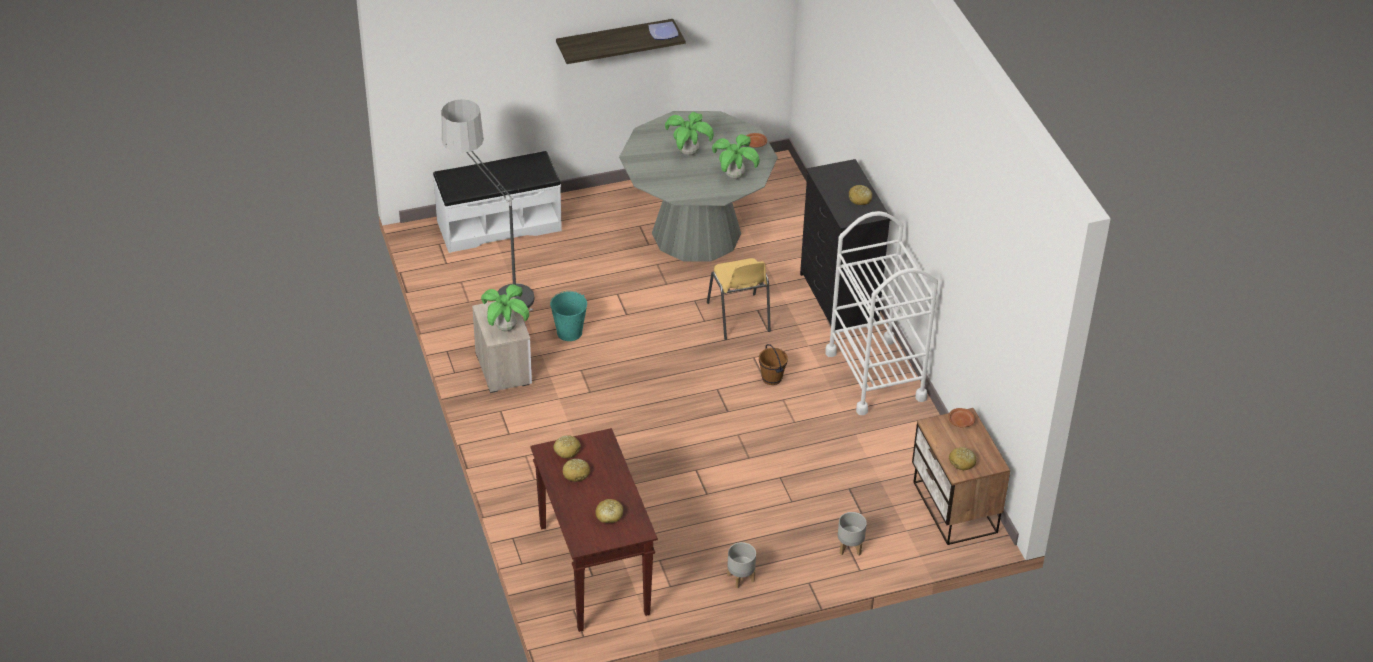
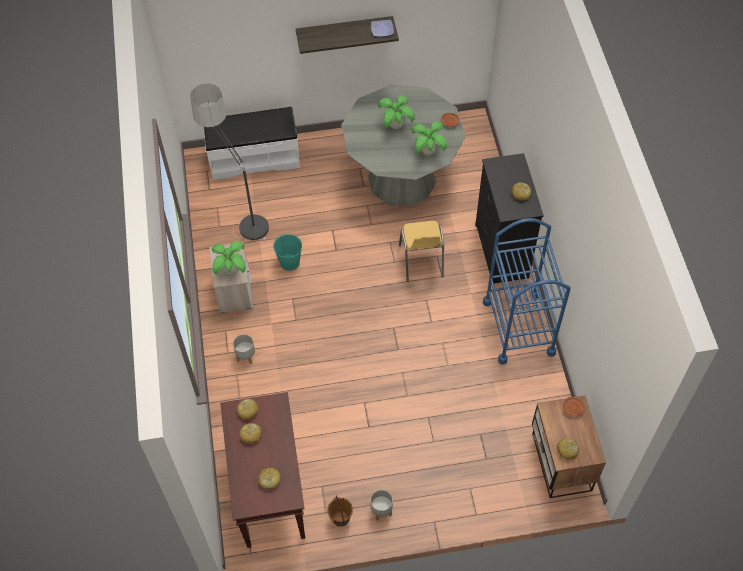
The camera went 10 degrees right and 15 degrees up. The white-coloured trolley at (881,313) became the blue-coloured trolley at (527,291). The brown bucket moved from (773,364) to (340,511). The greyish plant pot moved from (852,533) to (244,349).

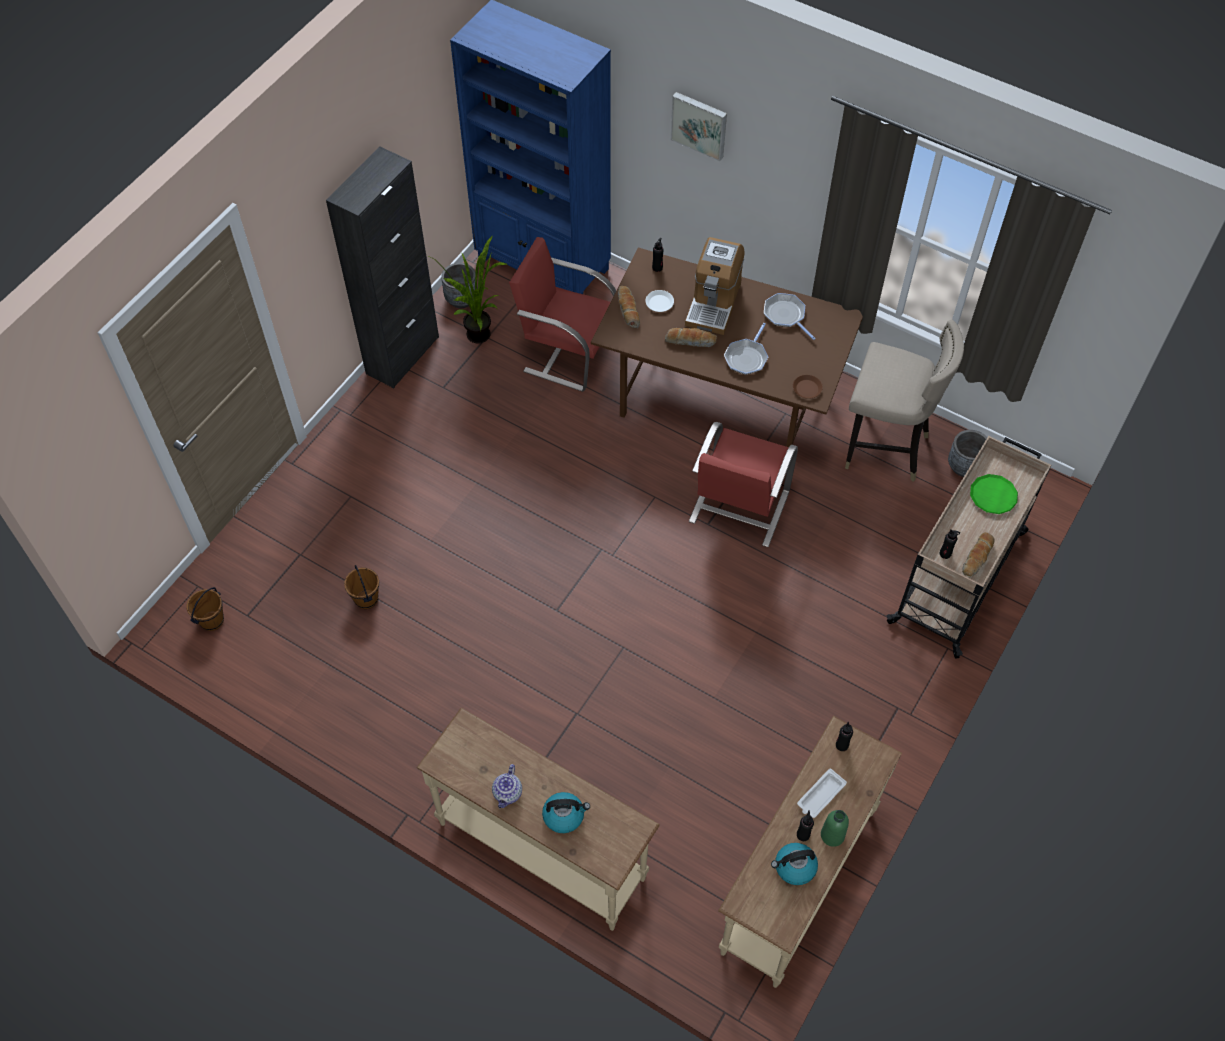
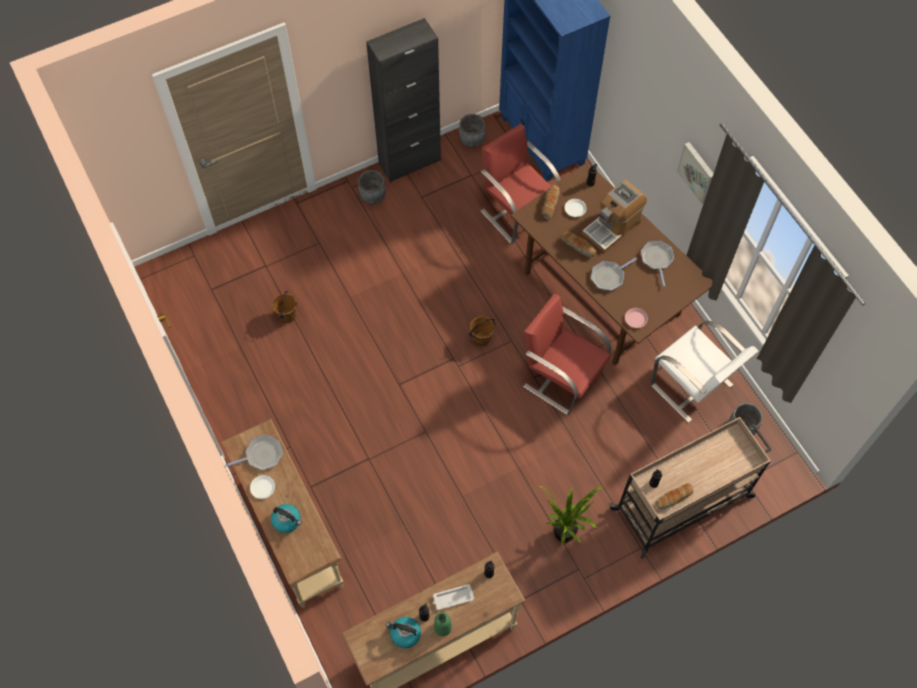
The camera went 30 degrees right and 5 degrees up. The picture moved from (699,126) to (695,173). The houseplant moved from (470,289) to (571,515). The beige-coloured stool seat at (904,401) was replaced by the white-coloured plain chair at (704,371). The brown dinner plate at (808,387) became the pinkish dinner plate at (636,318). The red-coloured plain chair at (743,484) turned 75 degrees clockwise. The green dinner plate at (994,494) disappeared. The brown bucket moved from (205,609) to (482,331). The tea pot at (507,786) was replaced by the white-coloured dinner plate at (262,487). The greyish plant pot at (372,187) appeared. The pan at (254,452) appeared.

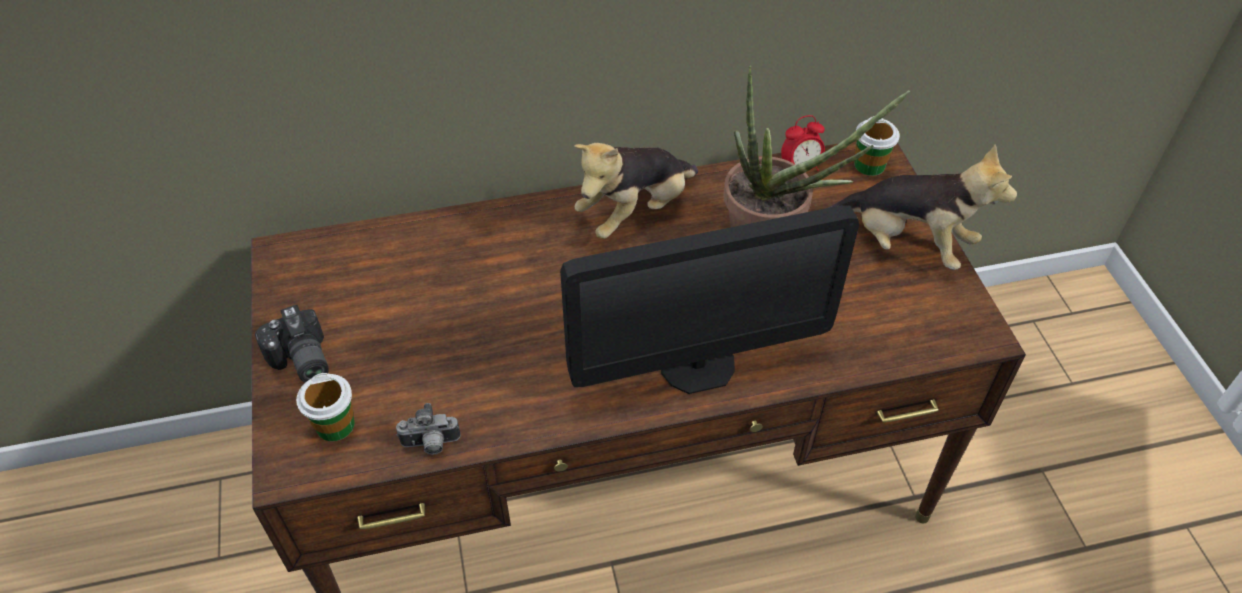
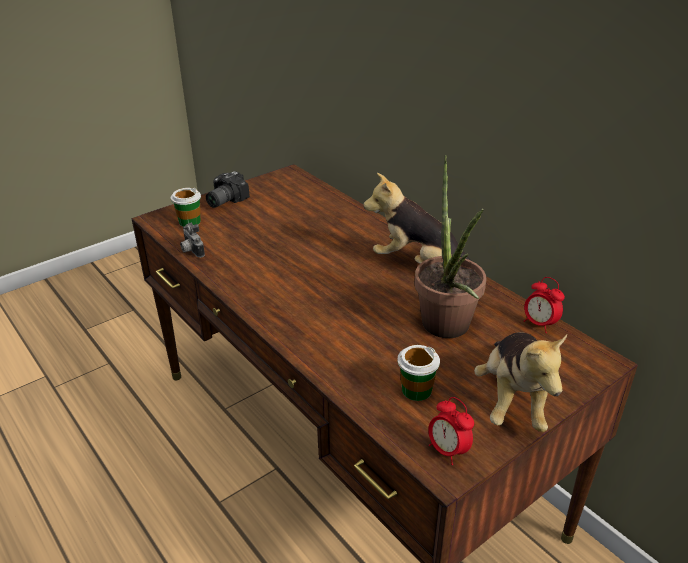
The camera went 65 degrees right and 15 degrees down. The drinking cup moved from (877,146) to (418,373). The monitor at (709,299) disappeared. The alarm clock at (451,431) appeared.

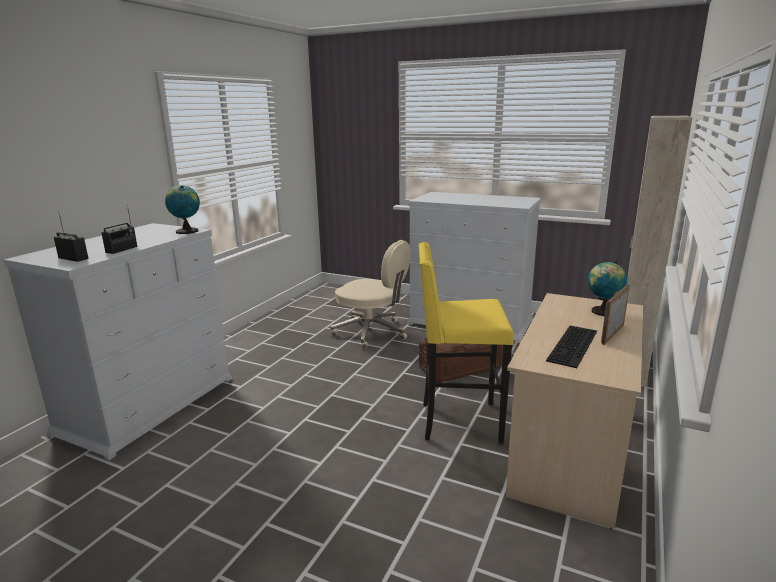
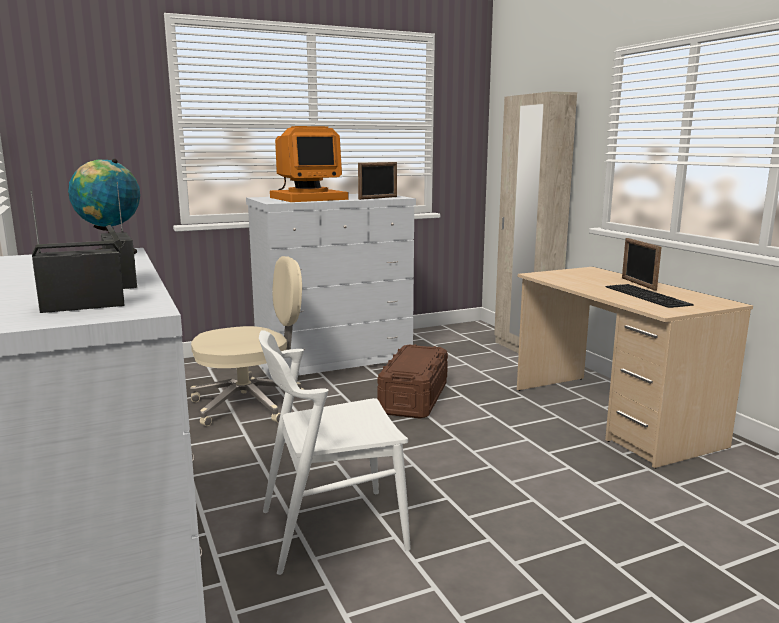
The camera went 50 degrees left and 5 degrees down. The yellowish stool seat at (466,343) disappeared. The desk globe at (607,288) disappeared. The monitor at (309,164) appeared. The photo frame at (377,181) appeared. The white-coloured plain chair at (335,452) appeared.

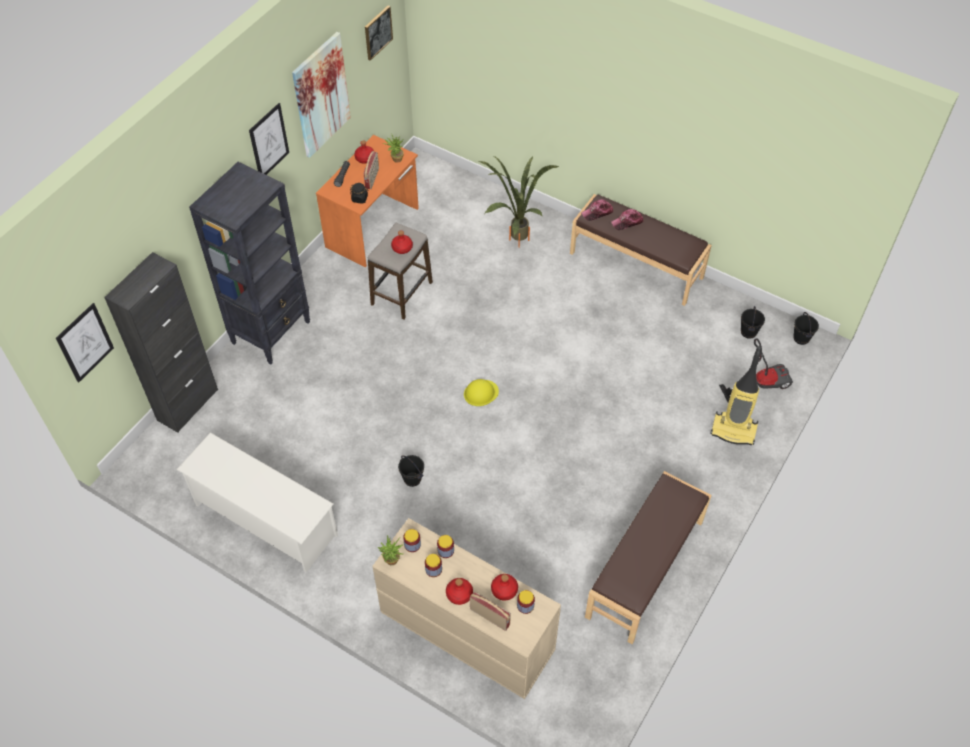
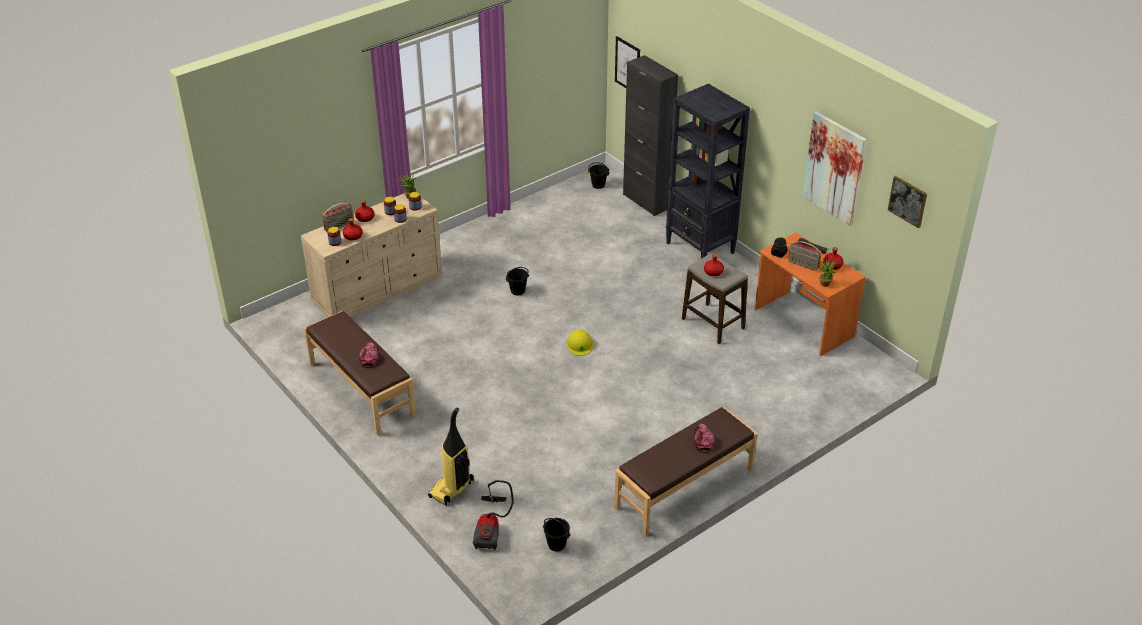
The camera went 110 degrees right and 15 degrees down. The picture at (269,139) disappeared. The houseplant at (519,201) disappeared. The baseball cap moved from (597,210) to (368,356). The black-coloured bucket moved from (806,328) to (599,175). The white-coloured shoe shelf at (257,502) disappeared.

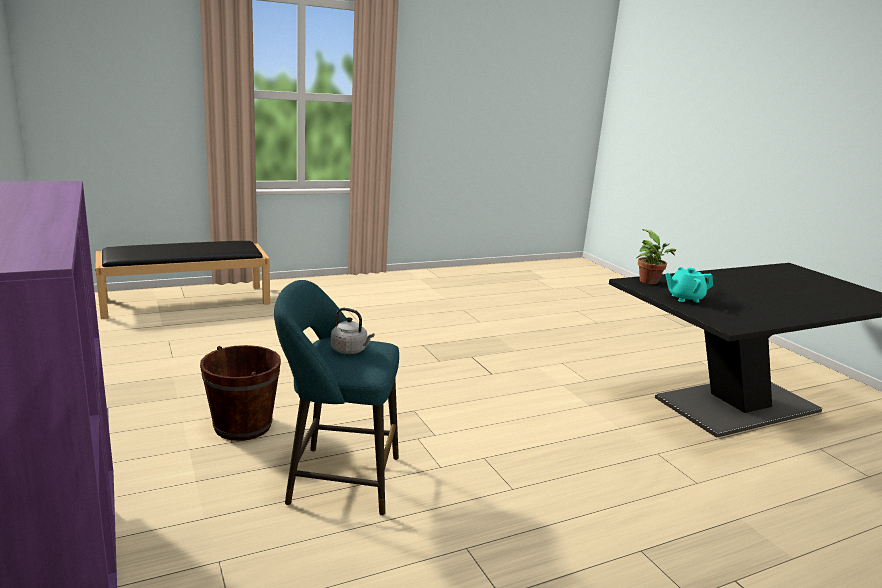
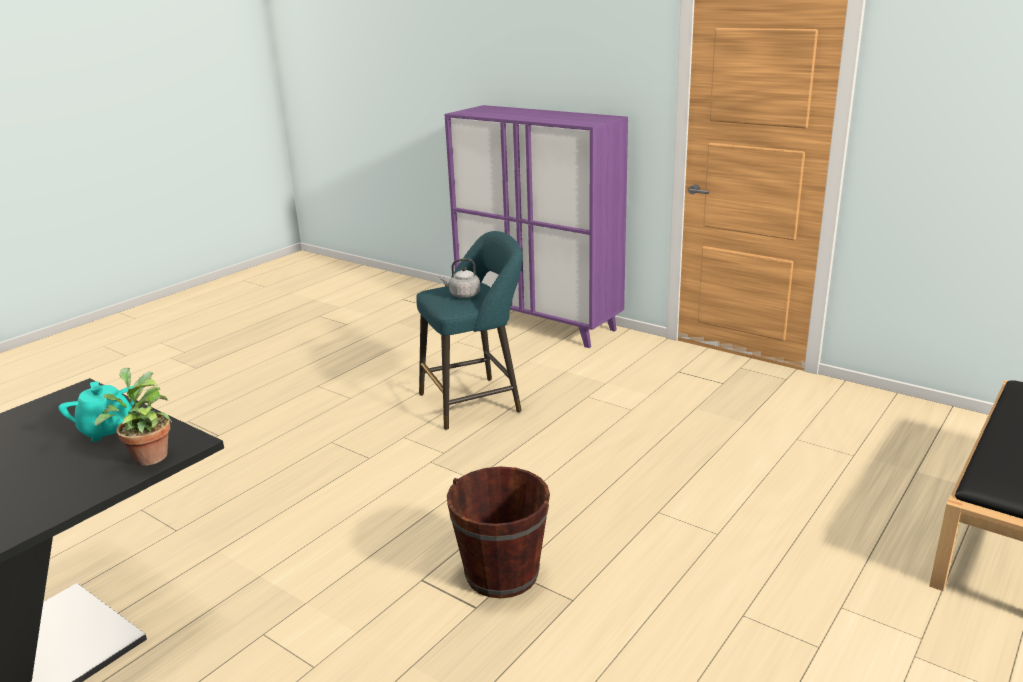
The camera went 155 degrees right and 5 degrees up. The blue-green tea pot at (689,285) turned 90 degrees clockwise. The brown bucket moved from (240,393) to (498,532).

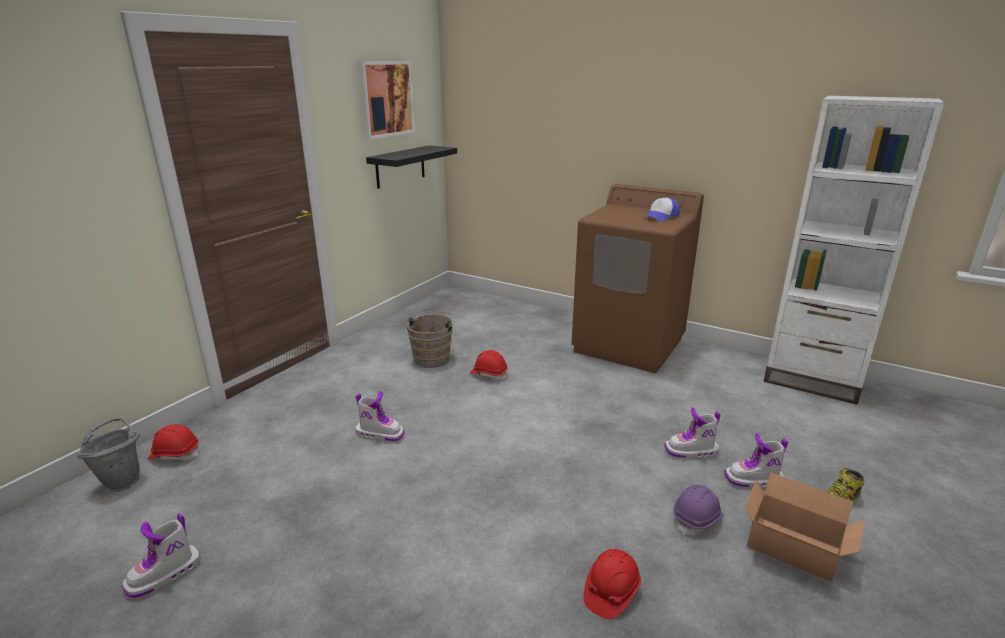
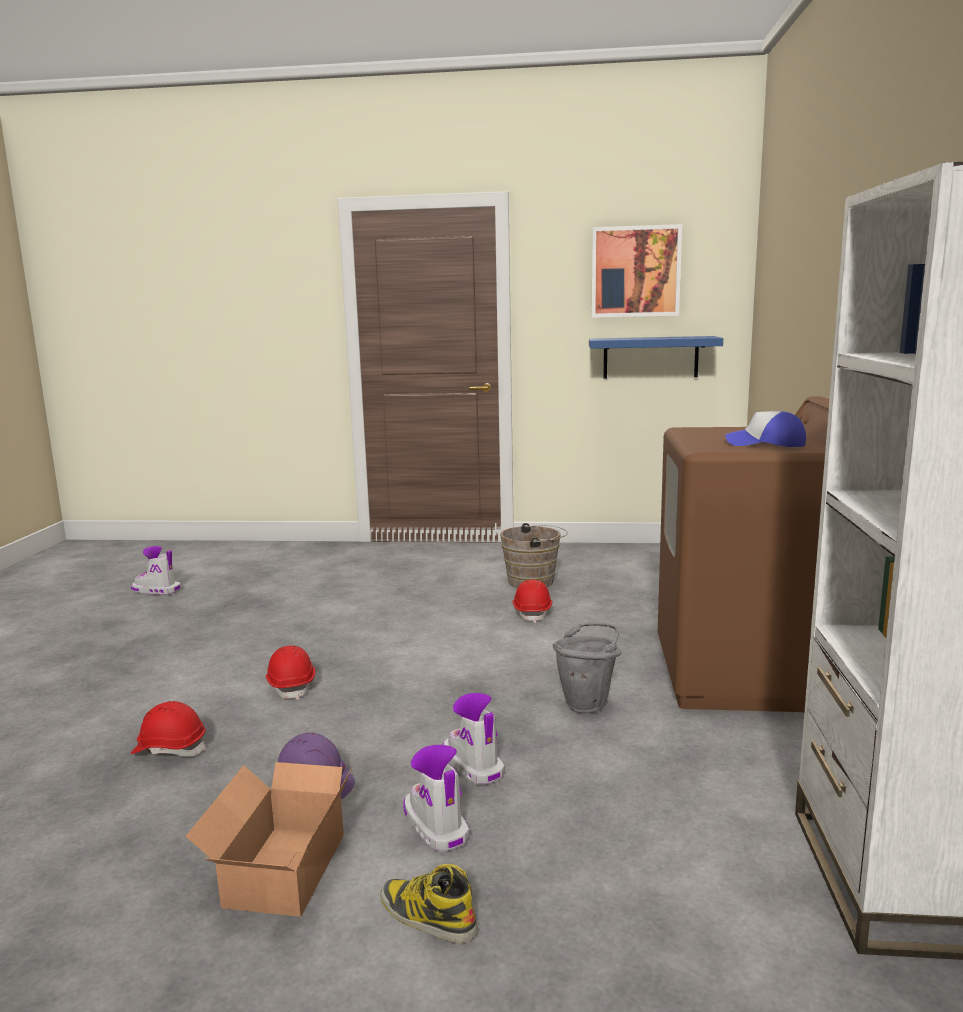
The camera went 65 degrees right and 10 degrees down. The black-coloured bracket shelf at (411,167) became the blue-coloured bracket shelf at (656,357). The tall boot at (380,416) disappeared. The greyish bucket moved from (108,455) to (586,667). The red-coloured work helmet moved from (174,442) to (290,672).

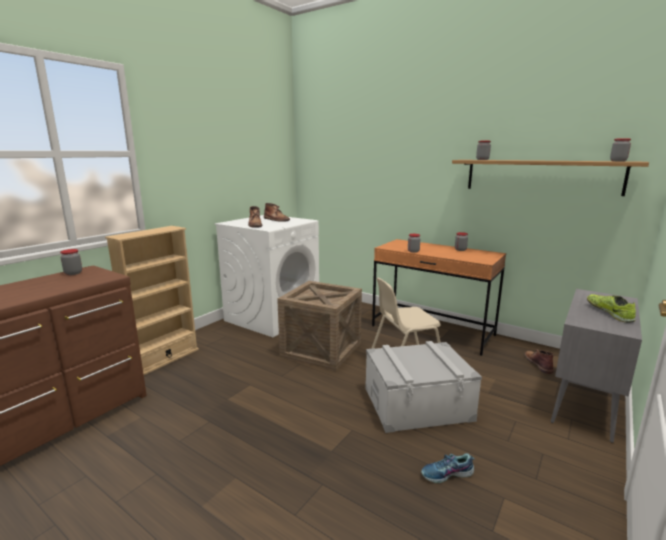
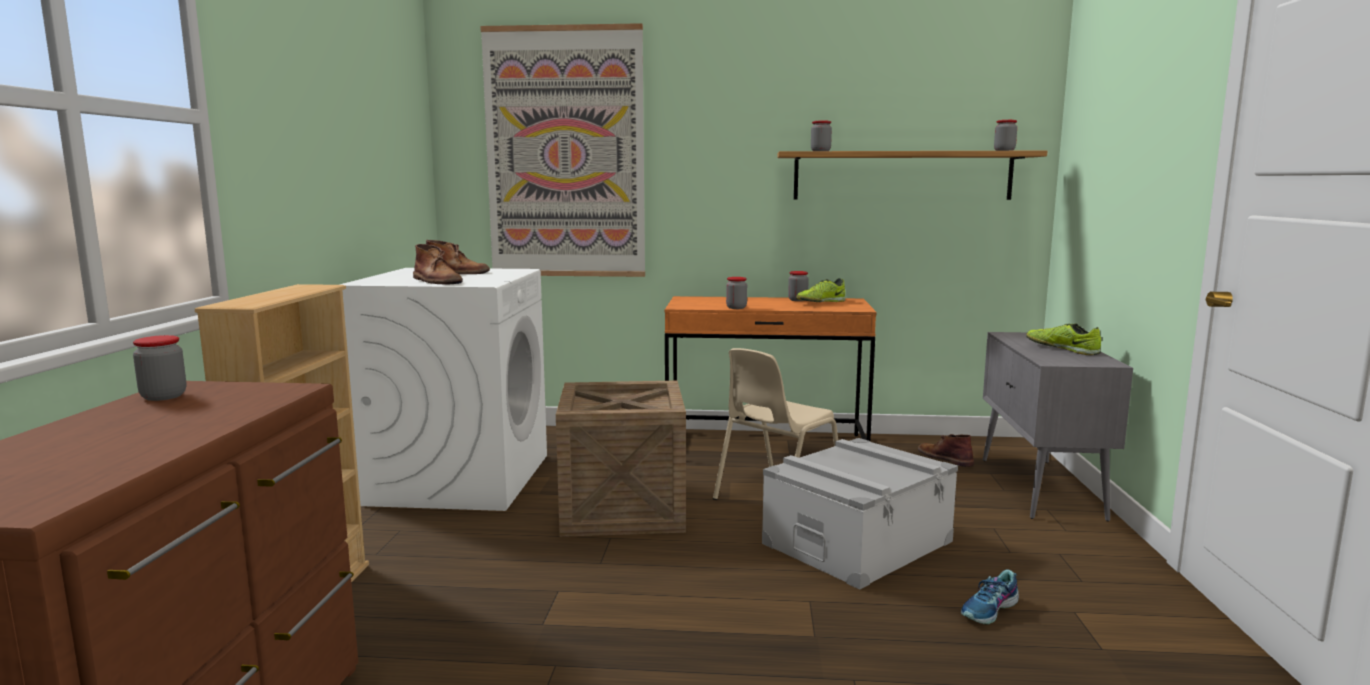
The camera went 30 degrees left and 5 degrees down. The picture at (562,150) appeared. The shoe at (820,290) appeared.

